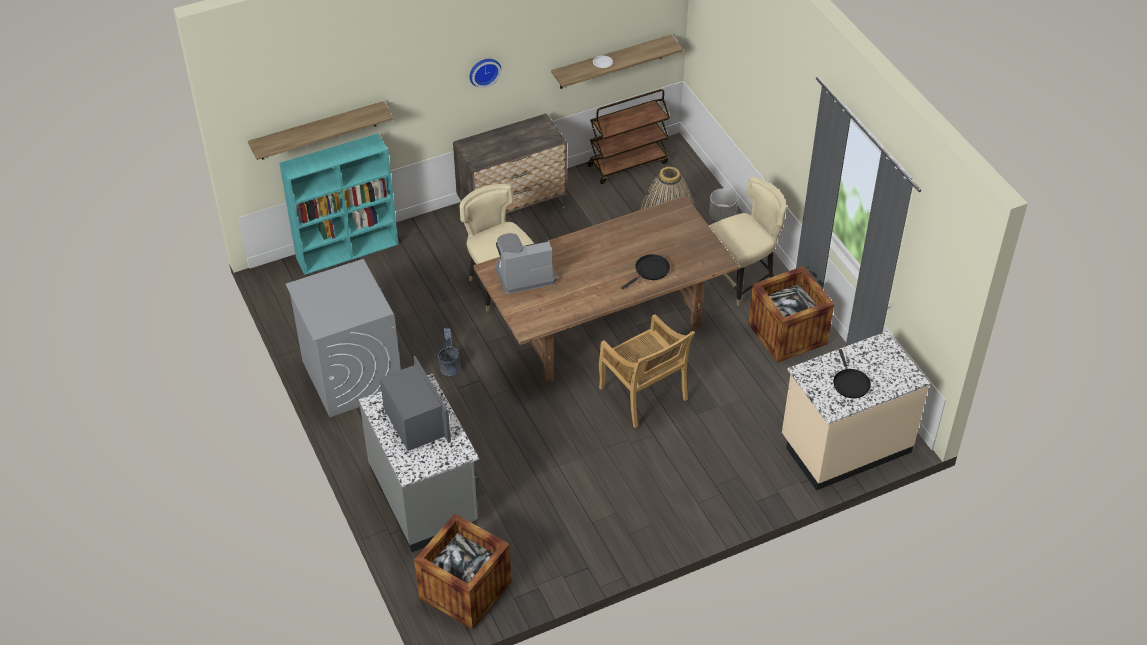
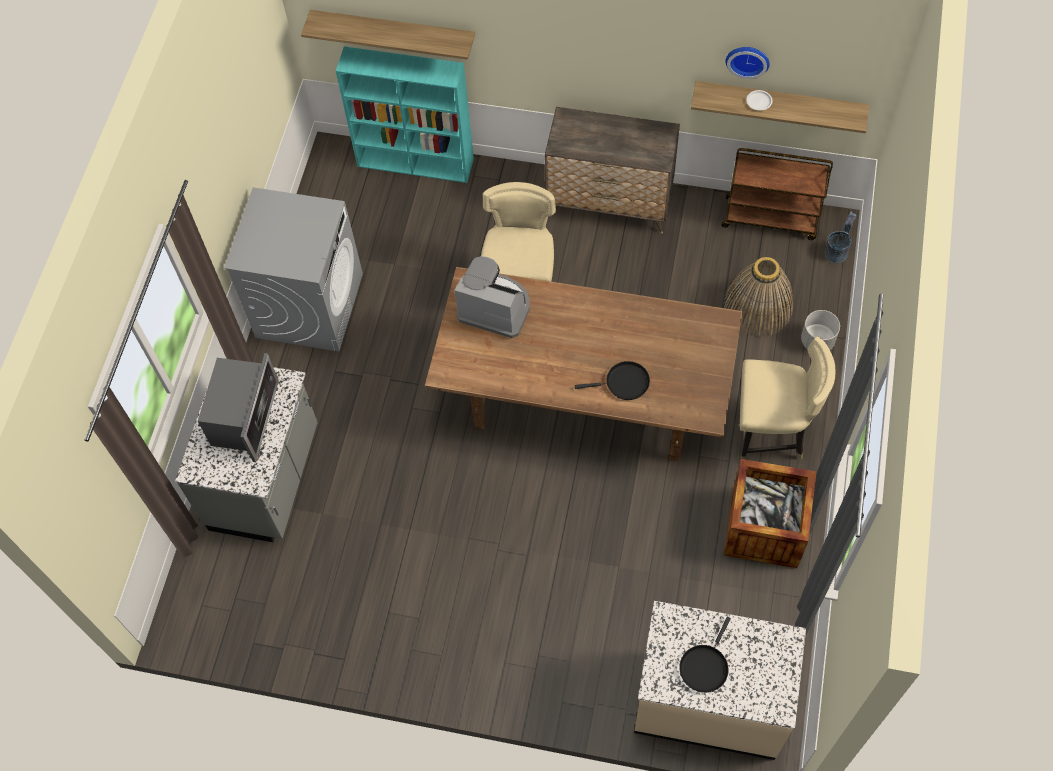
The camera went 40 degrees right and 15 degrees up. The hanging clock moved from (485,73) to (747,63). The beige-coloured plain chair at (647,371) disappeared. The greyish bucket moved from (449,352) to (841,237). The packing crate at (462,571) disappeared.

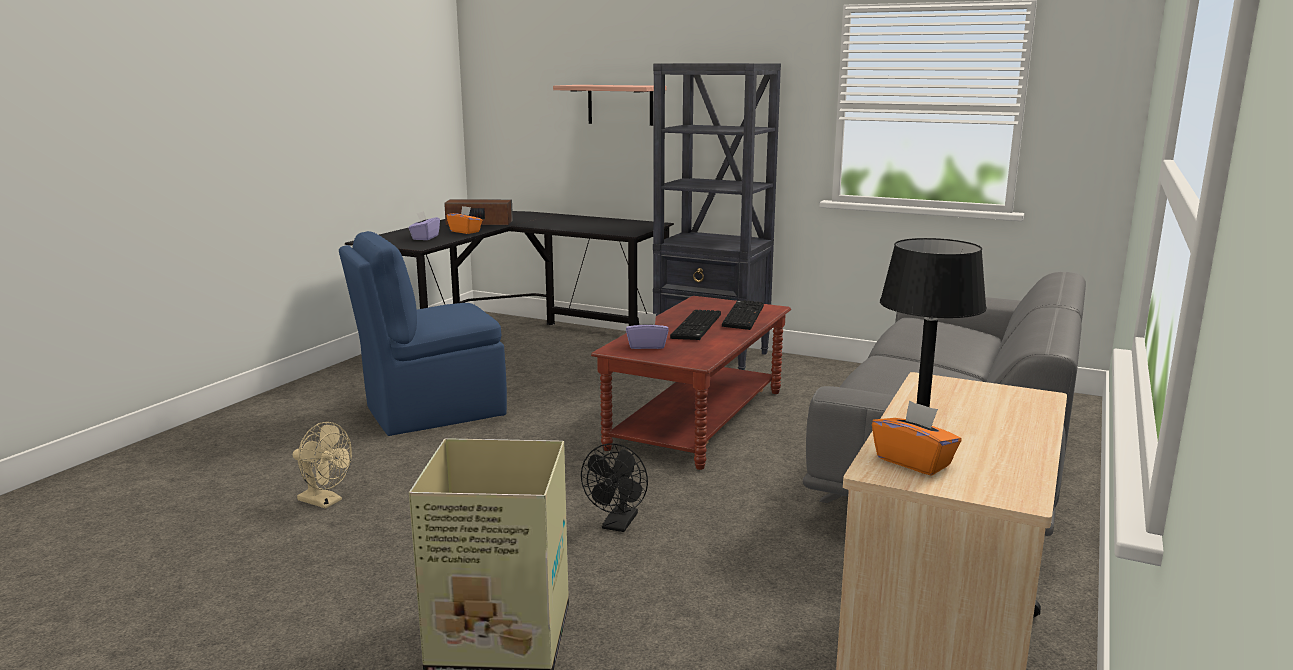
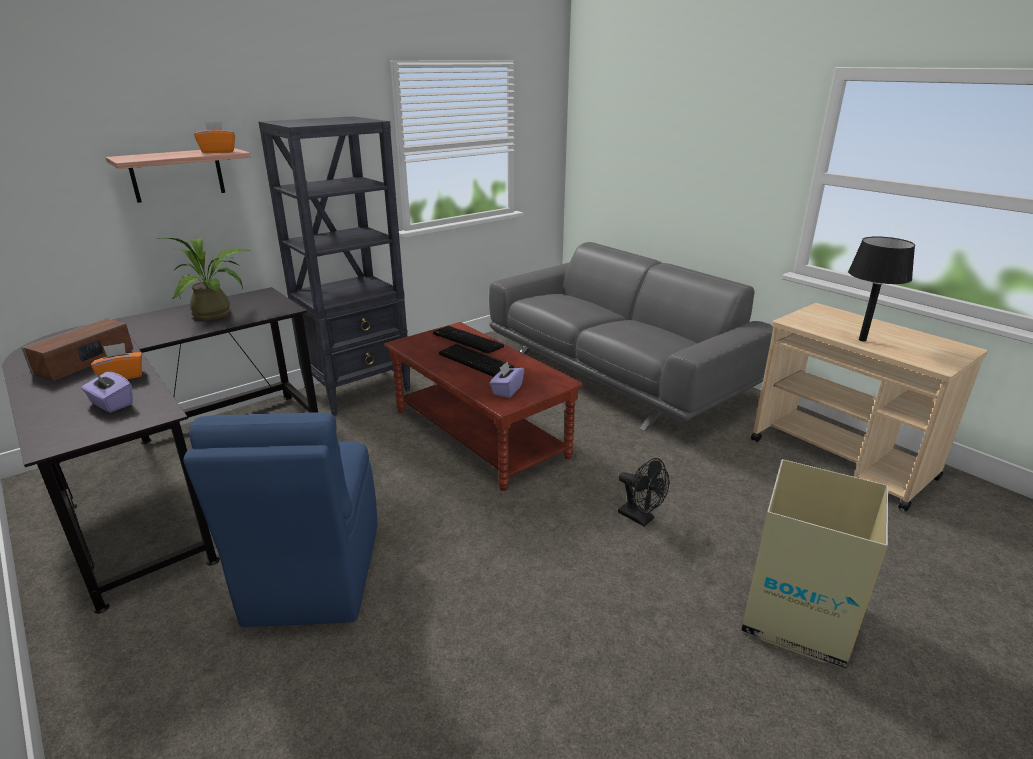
The camera went 65 degrees left and 10 degrees up. The orangey tissue holder moved from (917,438) to (214,137). The beige-coloured electric fan at (322,465) disappeared. The houseplant at (203,278) appeared.

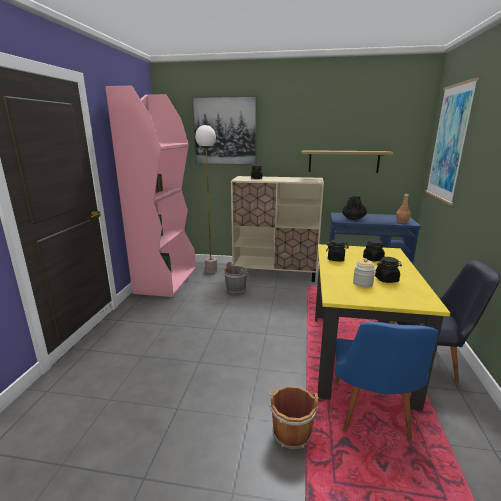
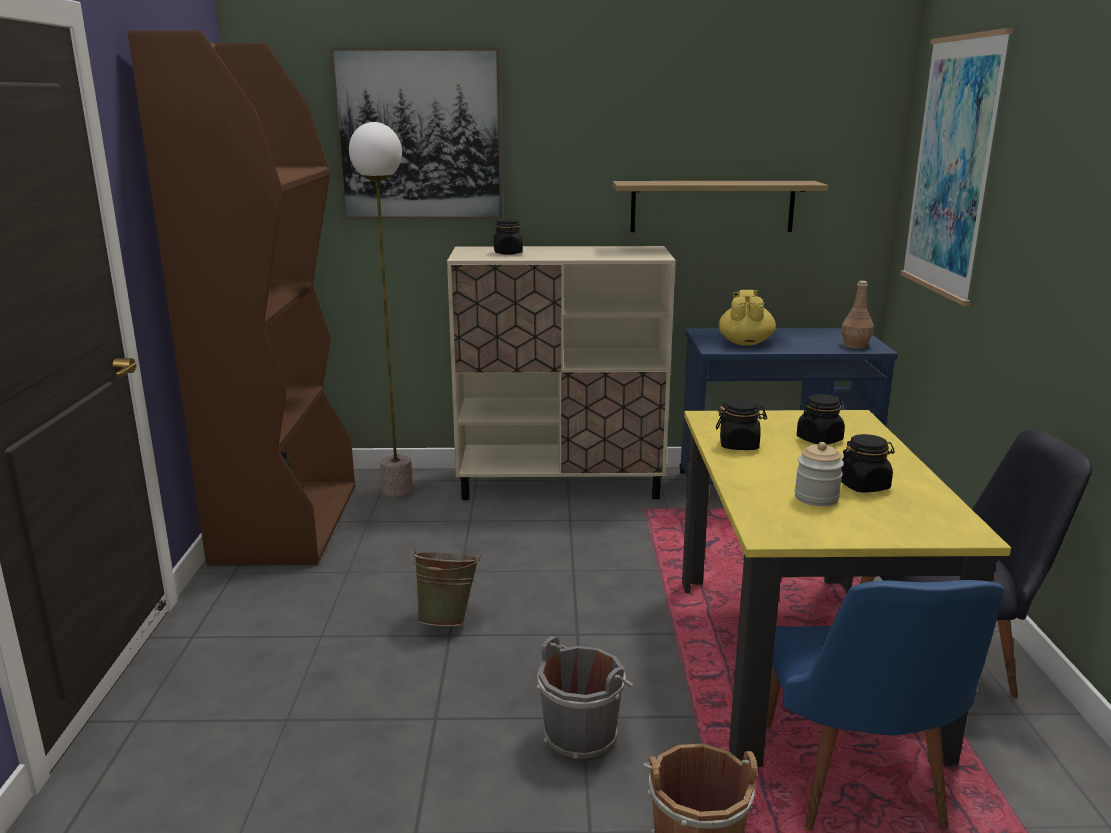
The camera went 10 degrees left and 0 degrees up. The pinkish shelving unit at (150,191) became the brown shelving unit at (241,298). The black-coloured tea pot at (354,208) became the yellowish tea pot at (747,318). The greyish bucket moved from (236,278) to (585,699). The green bucket at (445,587) appeared.

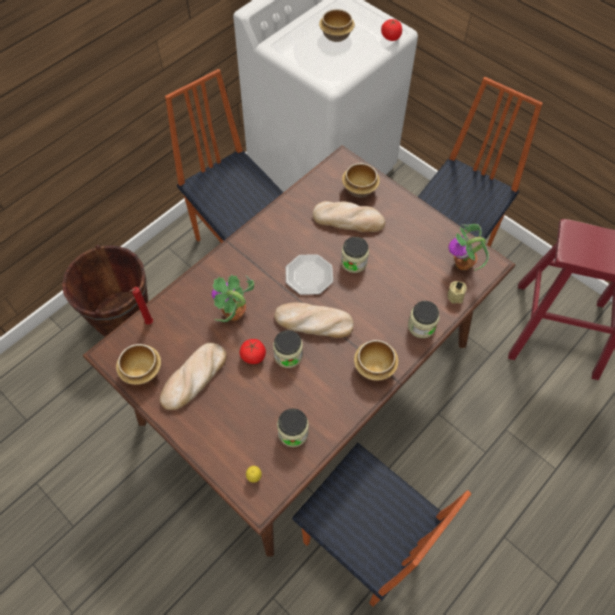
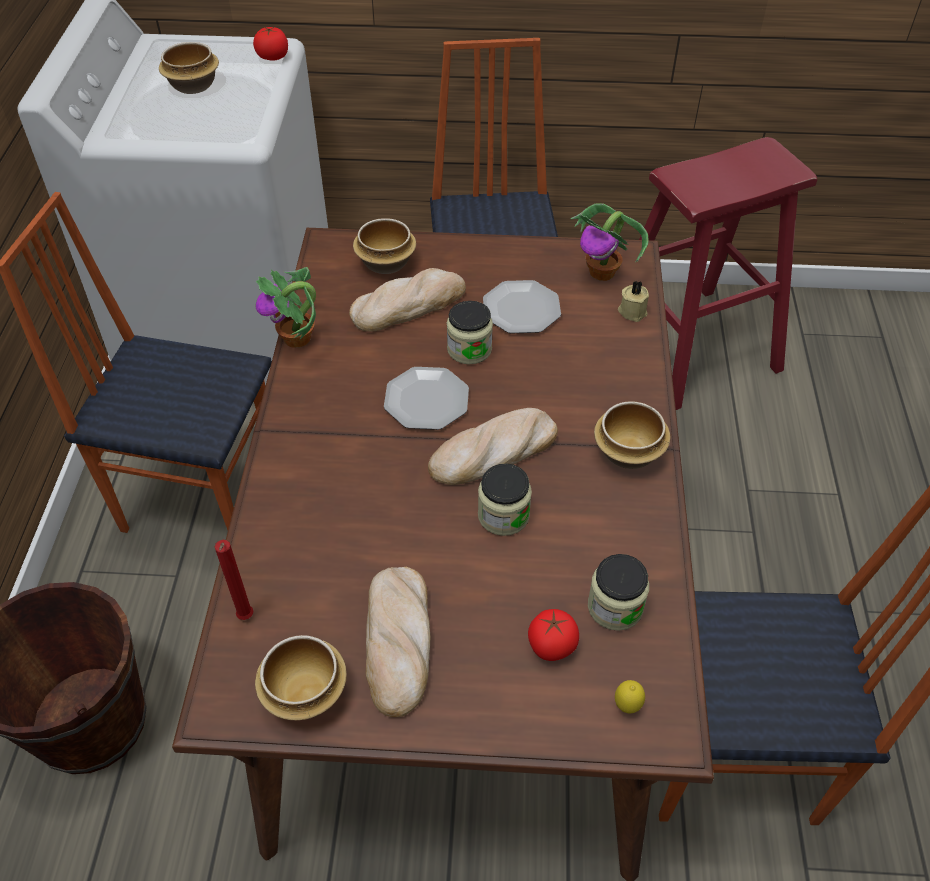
The camera went 40 degrees left and 10 degrees down. The houseplant moved from (233,298) to (286,307). The storage jar at (423,319) disappeared. The fresh tomato moved from (253,351) to (553,635). The dinner plate at (522,307) appeared.

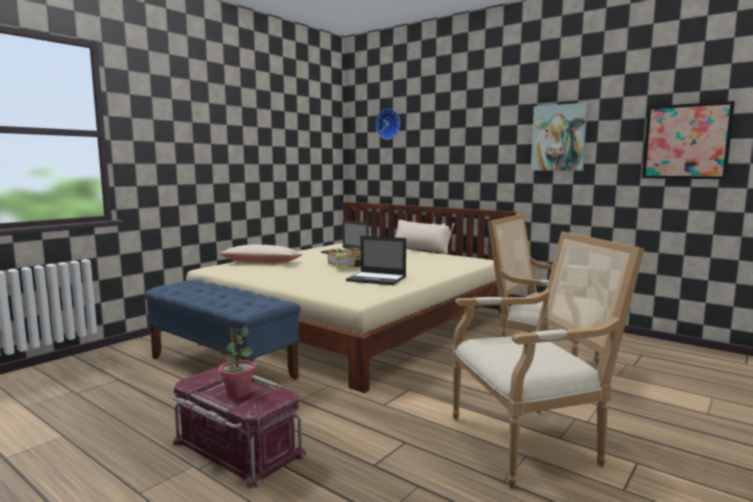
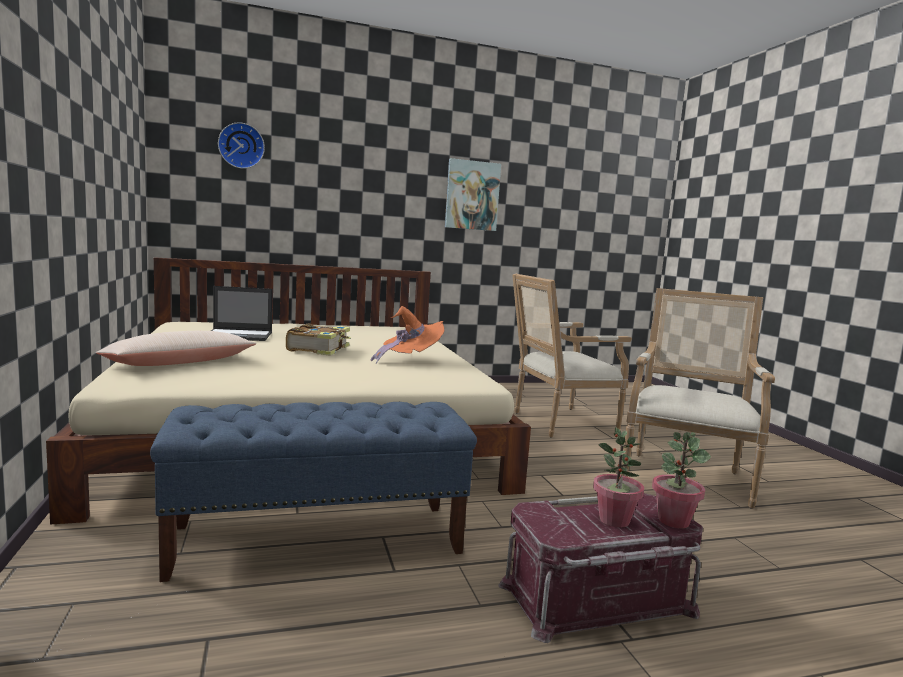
The camera went 55 degrees left and 0 degrees up. The picture at (688,140) disappeared. The beige-coloured cushion at (425,237) disappeared. The laptop at (376,260) was replaced by the orangey hat at (407,334). The houseplant at (681,480) appeared.

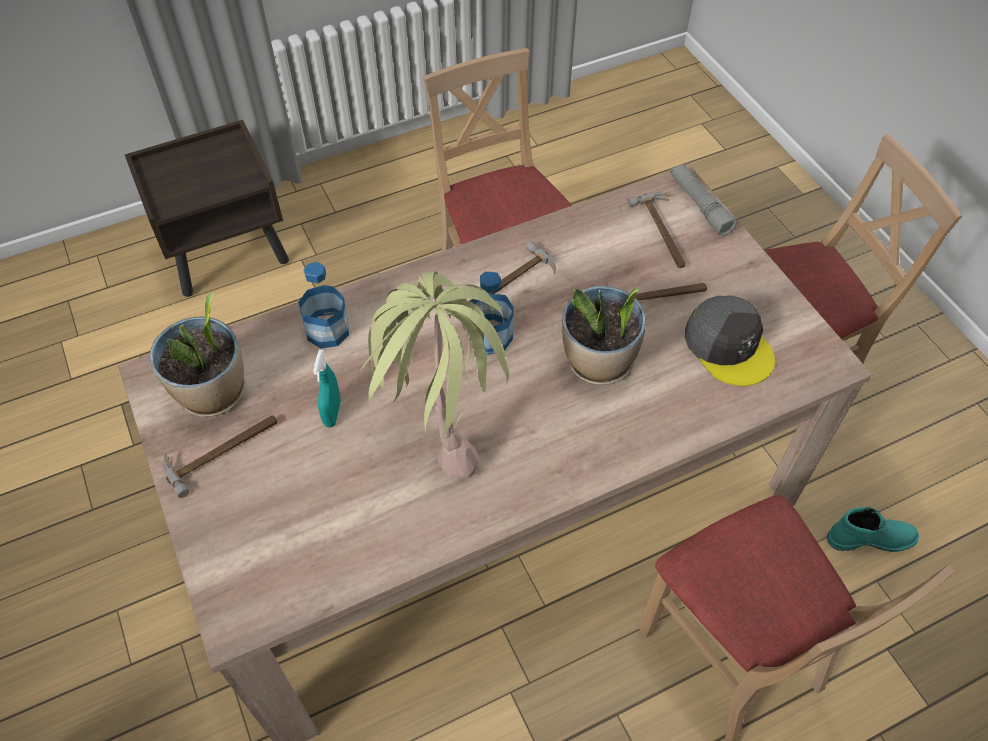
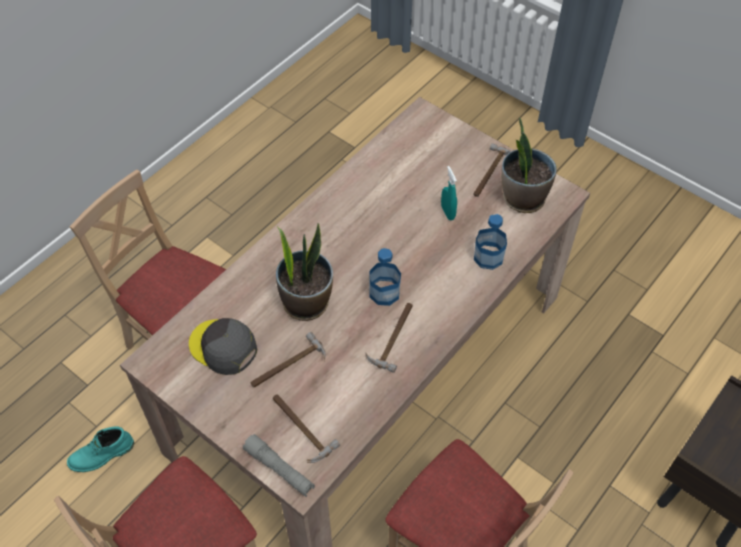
The camera went 155 degrees right and 0 degrees up. The houseplant at (434,375) disappeared.

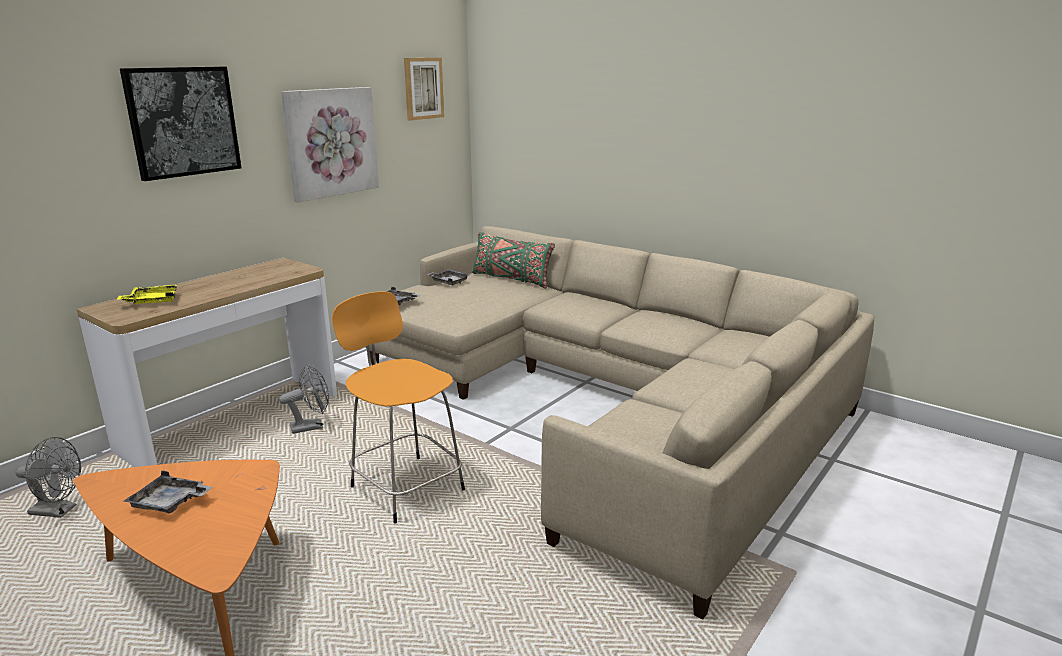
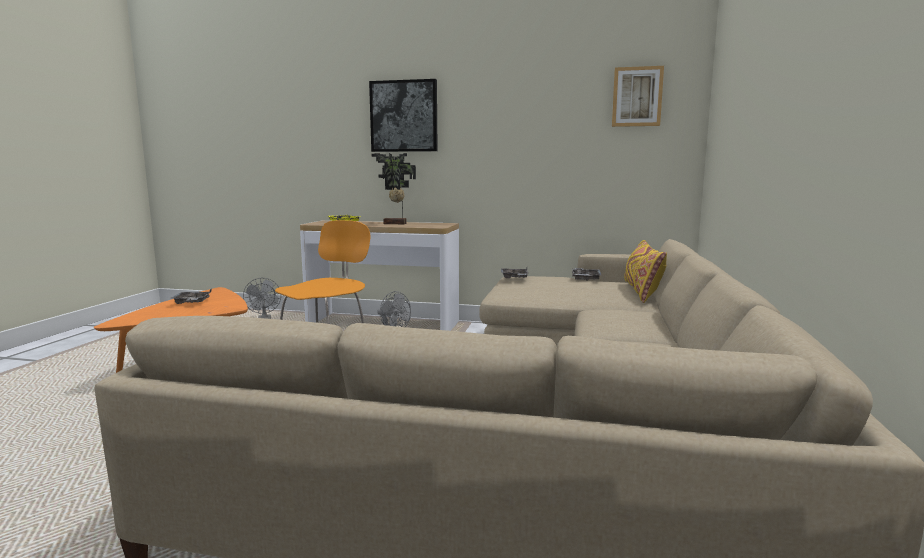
The camera went 65 degrees right and 10 degrees down. The picture at (330,144) disappeared. The green cushion at (513,260) became the yellowish cushion at (645,271). The houseplant at (393,188) appeared.

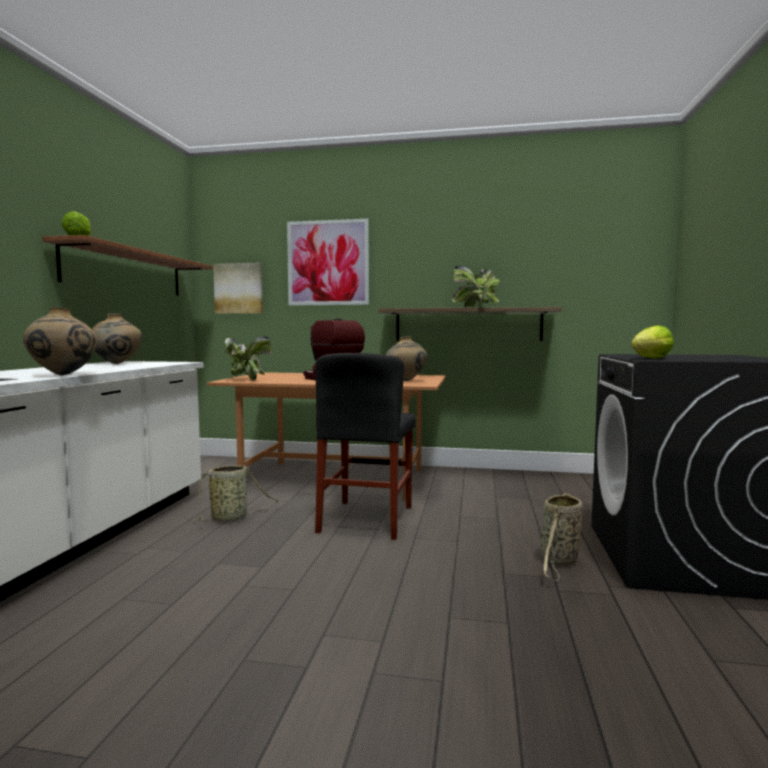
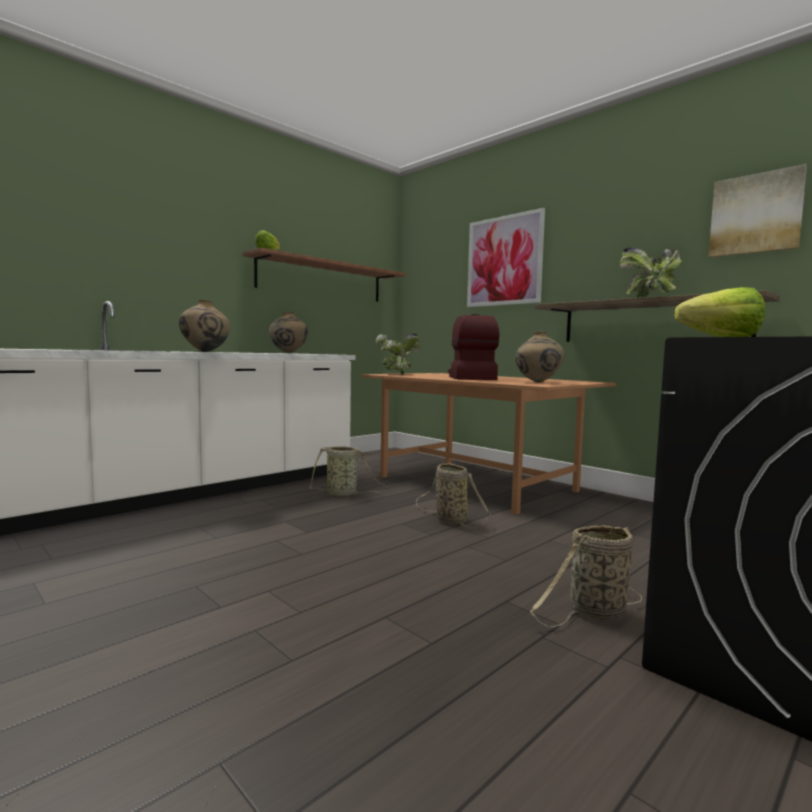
The camera went 35 degrees right and 0 degrees up. The picture moved from (238,288) to (758,211). The black-coloured plain chair at (365,446) was replaced by the household basket at (453,495).

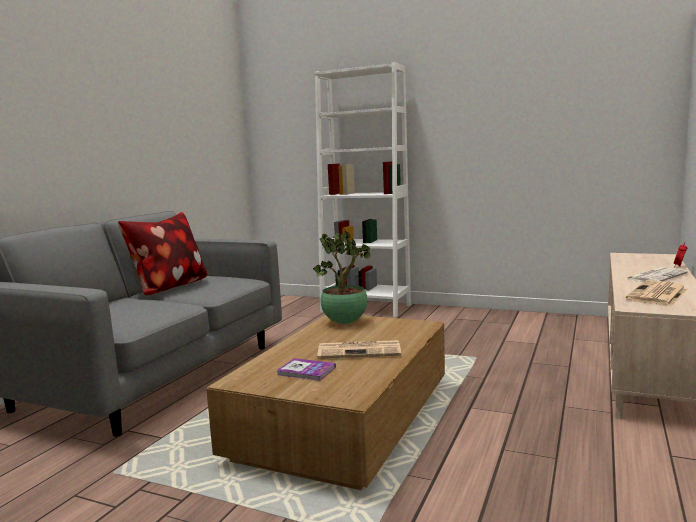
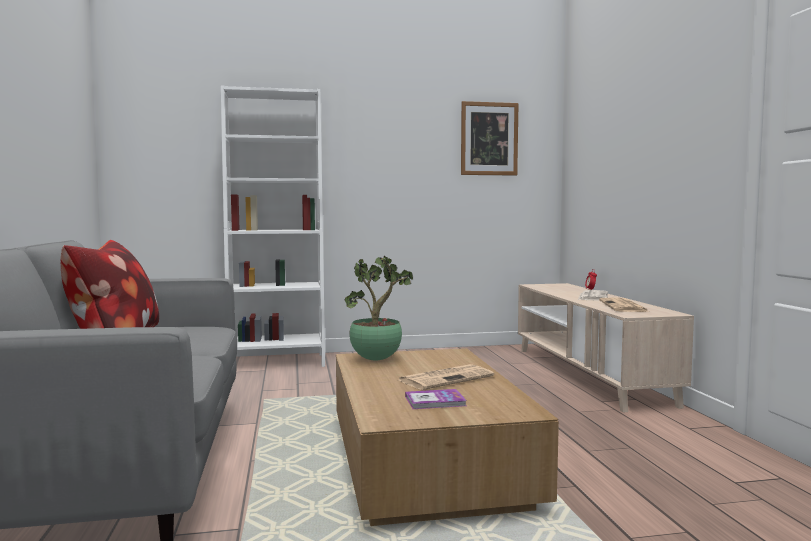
The camera went 35 degrees left and 5 degrees down. The picture at (490,138) appeared.

